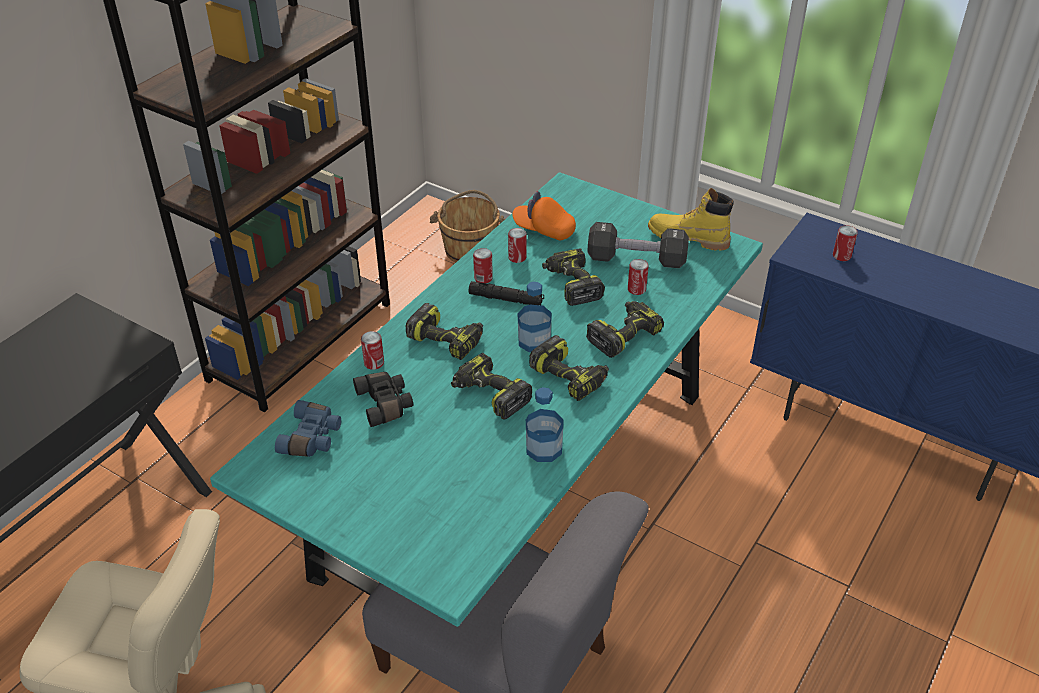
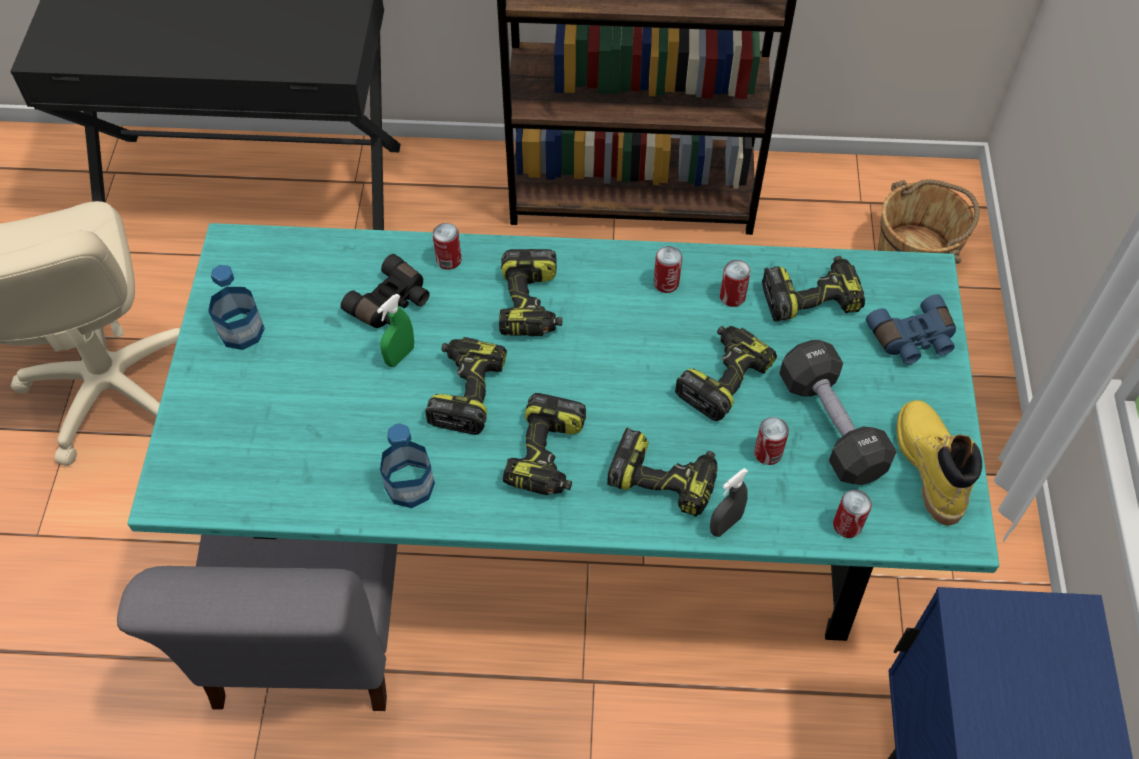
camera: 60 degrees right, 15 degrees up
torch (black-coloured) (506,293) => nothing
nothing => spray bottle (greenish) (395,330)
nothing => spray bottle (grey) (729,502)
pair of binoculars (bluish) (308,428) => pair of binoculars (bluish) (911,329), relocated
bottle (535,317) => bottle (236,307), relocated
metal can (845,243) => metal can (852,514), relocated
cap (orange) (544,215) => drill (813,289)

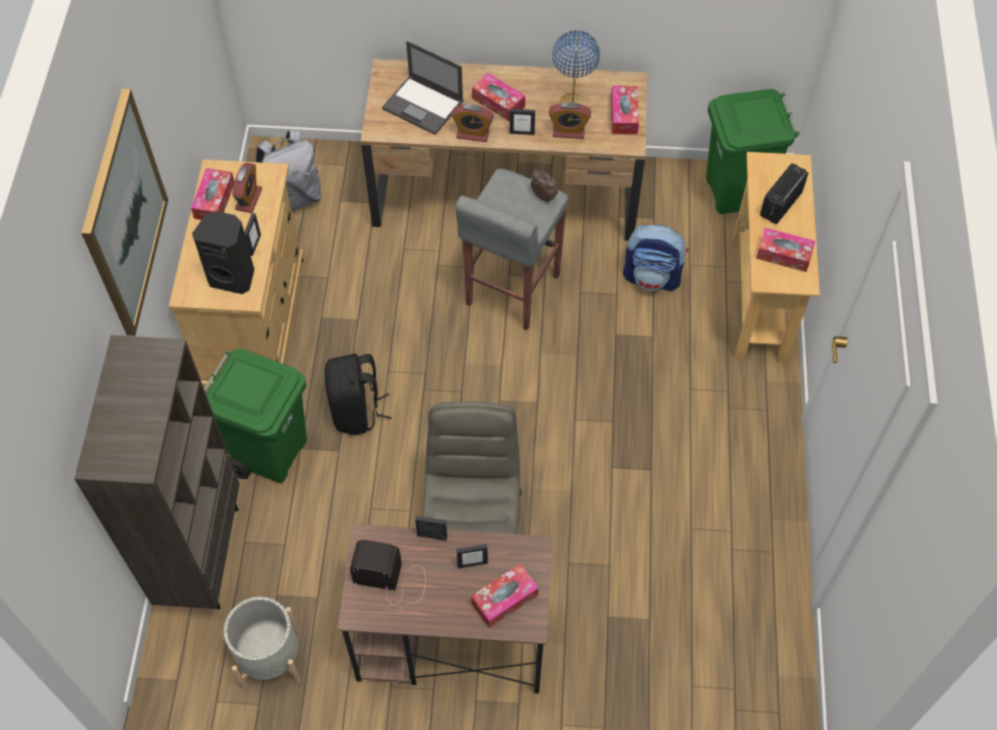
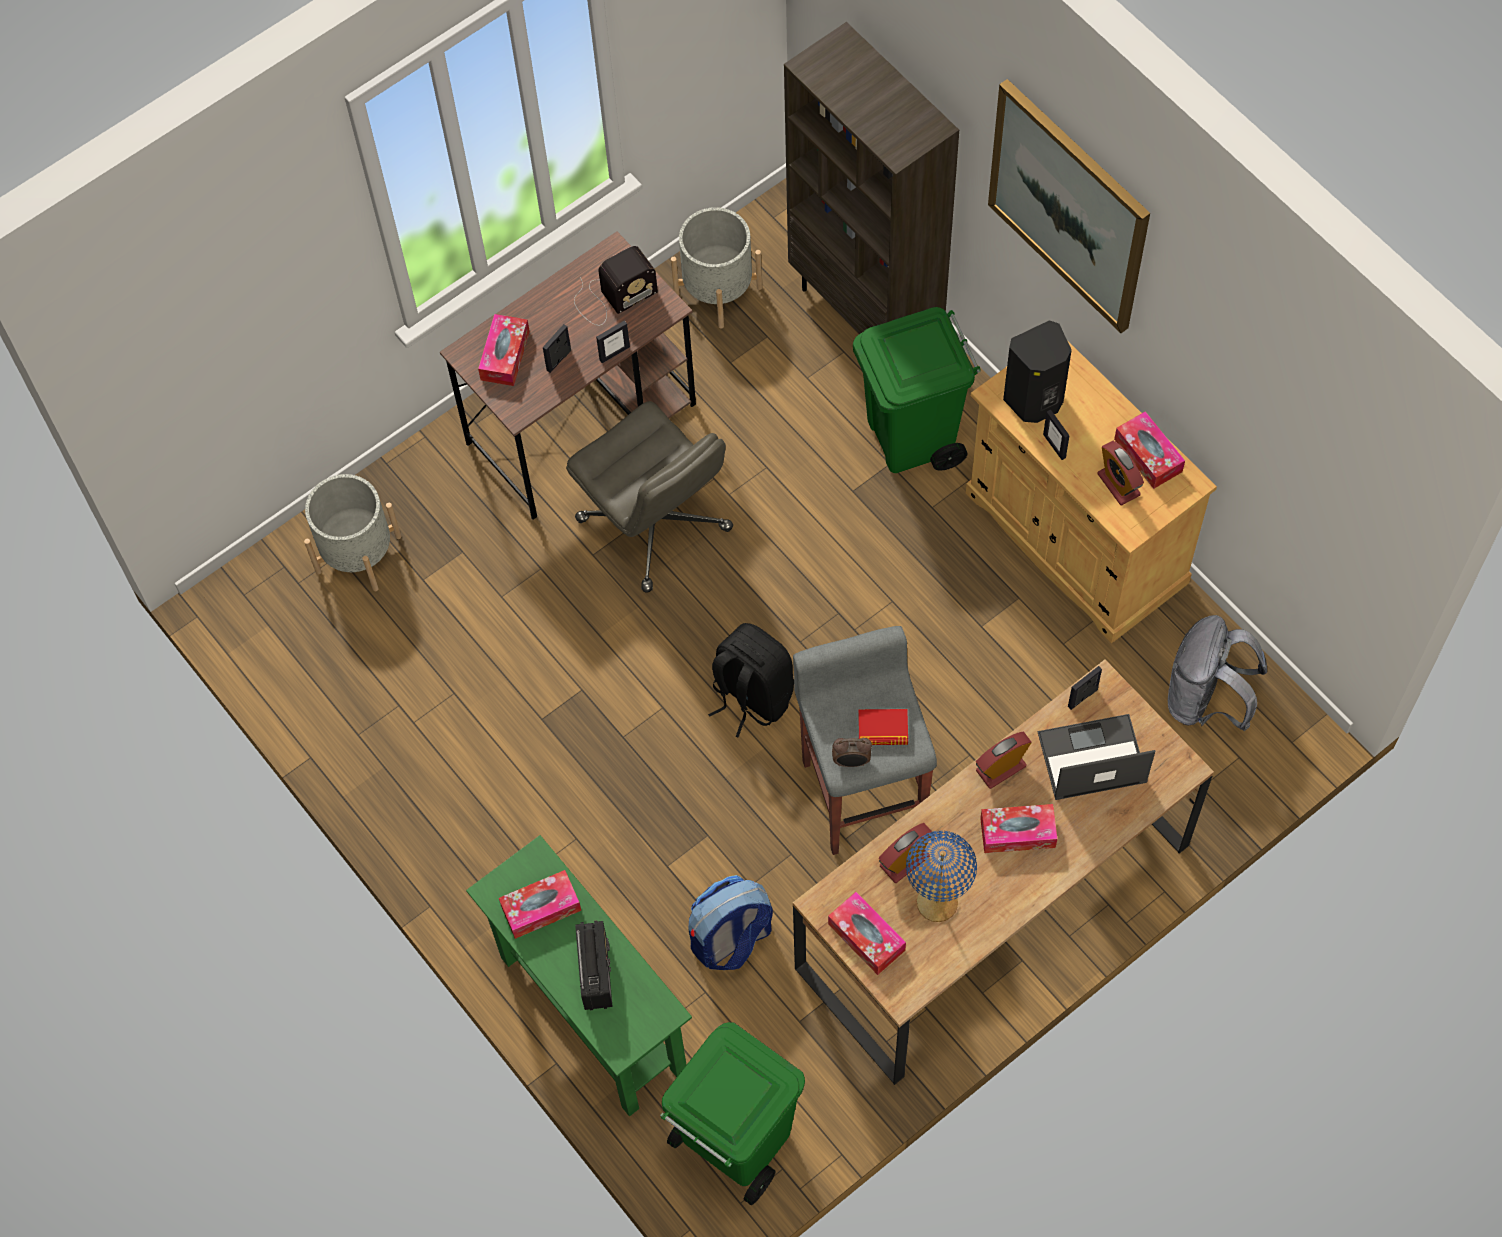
camera: 140 degrees right, 5 degrees up
nothing => planter (grey) (352,532)
nothing => bound book (883,727)
knapsack (black-coloured) (358,394) => knapsack (black-coloured) (751,680), relocated
standing frame (522,122) => standing frame (1085,688), relocated
narrow table (beige-coloured) (776,257) => narrow table (greenish) (579,975)

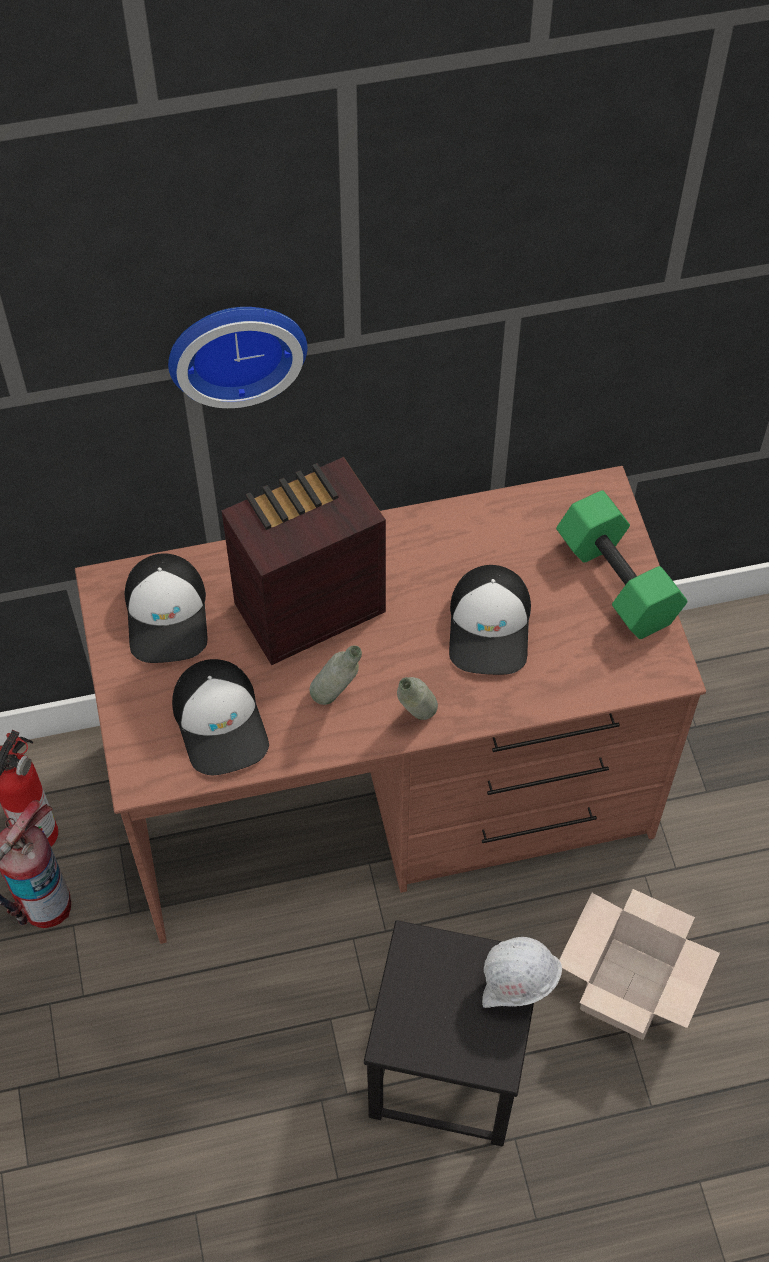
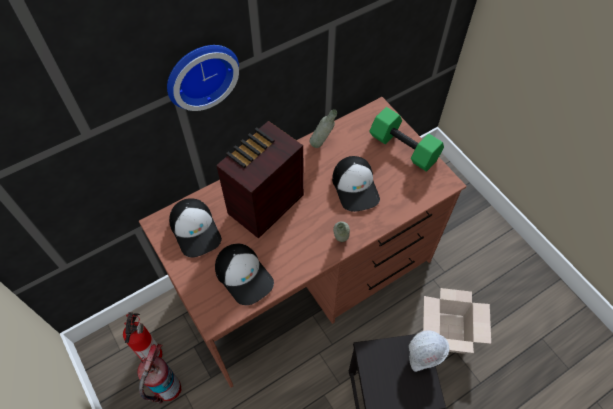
camera: 20 degrees left, 0 degrees up
bottle (grey) (336,675) => bottle (grey) (323,128), relocated

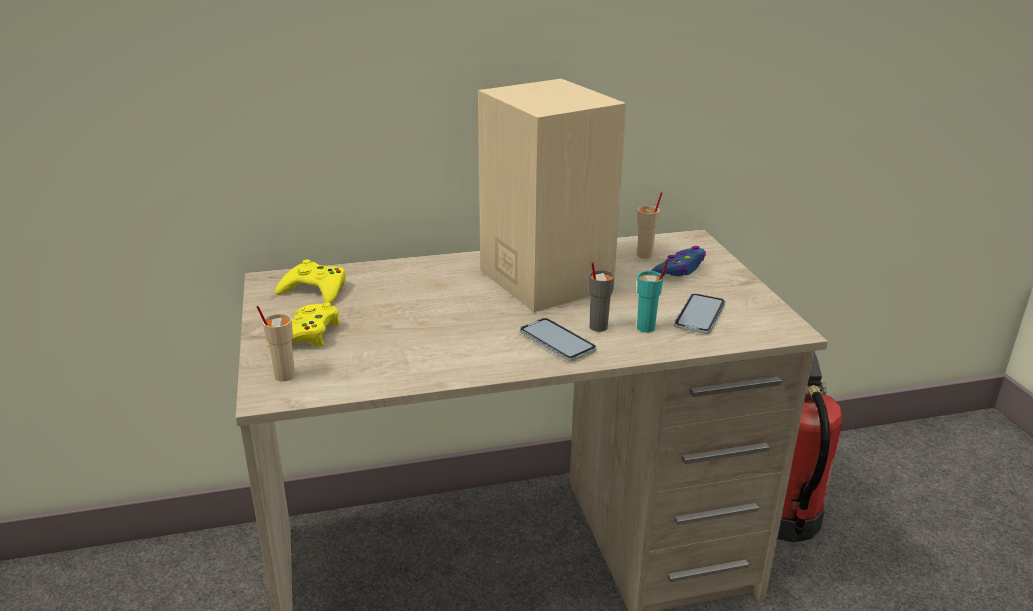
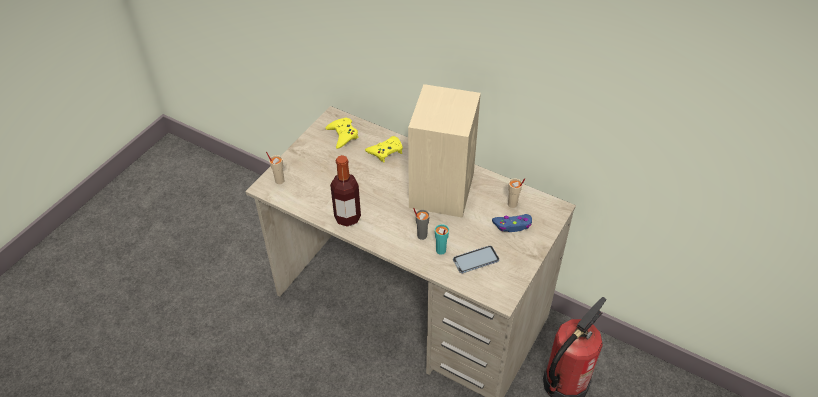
camera: 45 degrees right, 20 degrees up
handset (558,339) => nothing
nothing => bottle (345,191)
joypad (yellow) (304,324) => joypad (yellow) (384,149), relocated

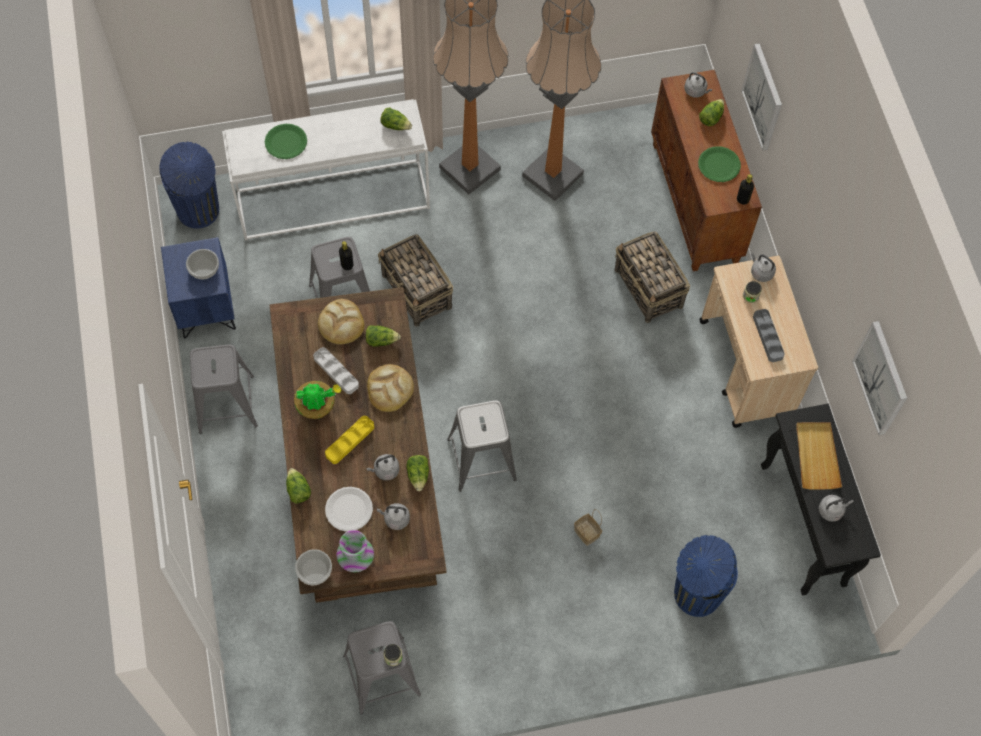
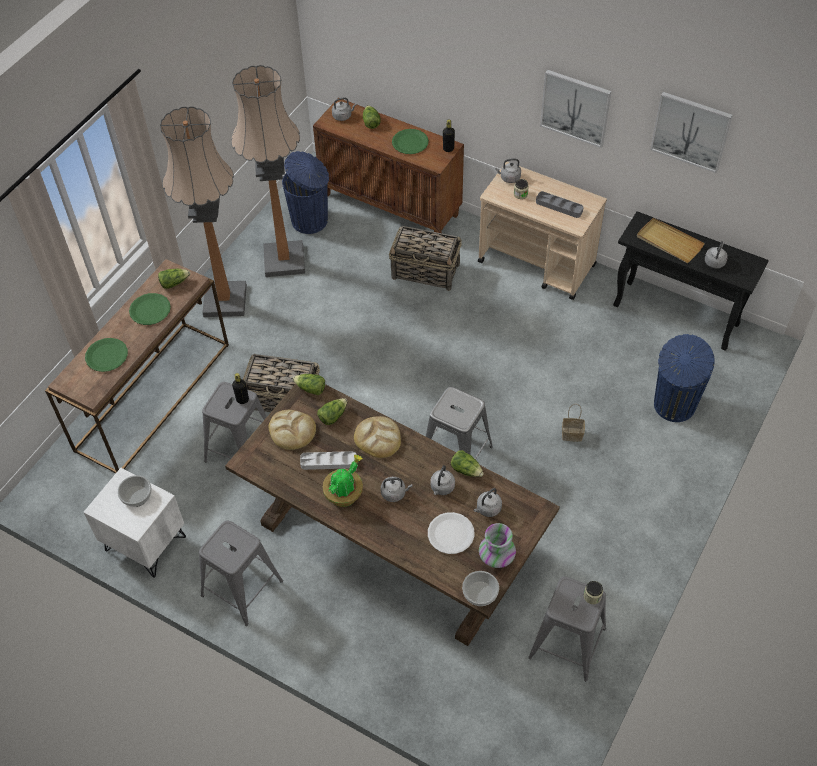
camera: 45 degrees left, 10 degrees down
nothing => flat dish (greenish) (150,309)
trash can (bluish) (189,185) => trash can (bluish) (305,192), relocated
lettuce head (298,485) => lettuce head (309,384), relocated
wall picture (761,97) => wall picture (576,109), relocated
tray (yellow) (349,440) => water kettle (grey) (397,489)
night table (bluish) (198,287) => night table (white-coloured) (135,523)
narrow table (white-coloured) (326,169) => narrow table (brown) (137,366)

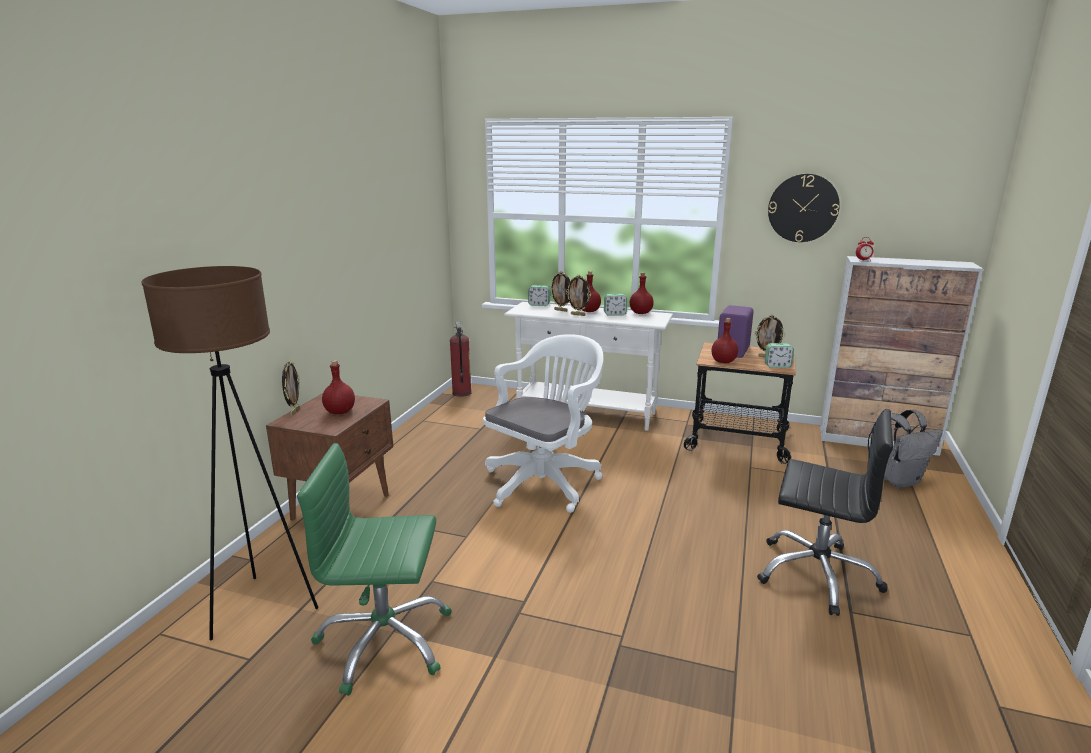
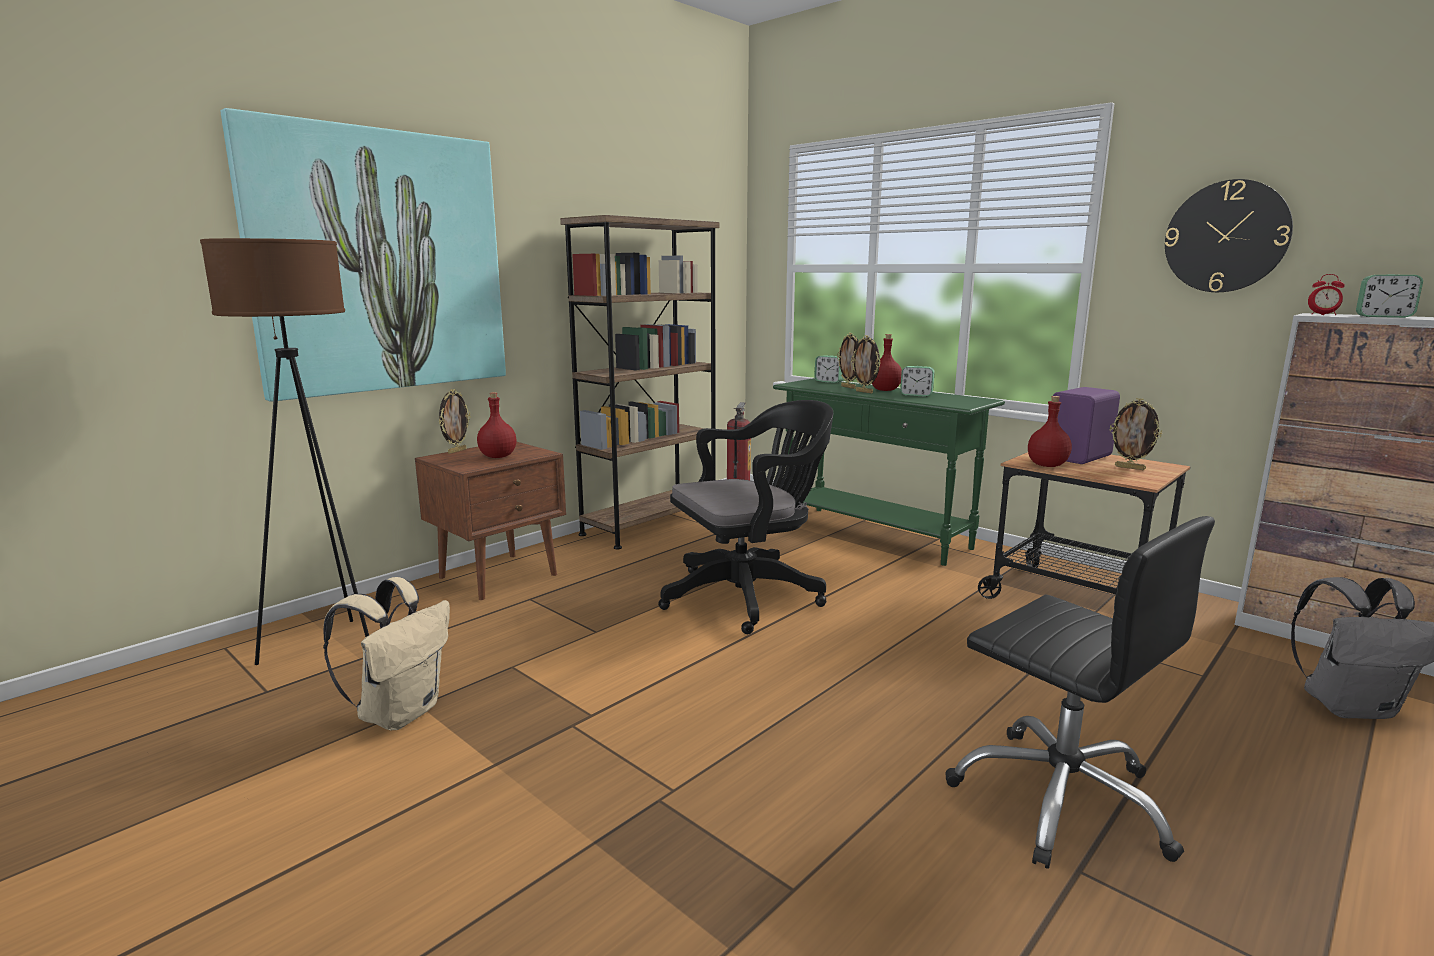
camera: 25 degrees right, 5 degrees down
bottle (red) (642,293) => nothing
nothing => wall picture (363,255)
nothing => shelving unit (brown) (639,382)
alarm clock (779,355) => alarm clock (1389,296), relocated
office chair (greenish) (374,569) => knapsack (beige-coloured) (386,653)
office chair (white-coloured) (543,423) => office chair (black-coloured) (745,517)
narrow table (white-coloured) (588,366) => narrow table (greenish) (889,472)

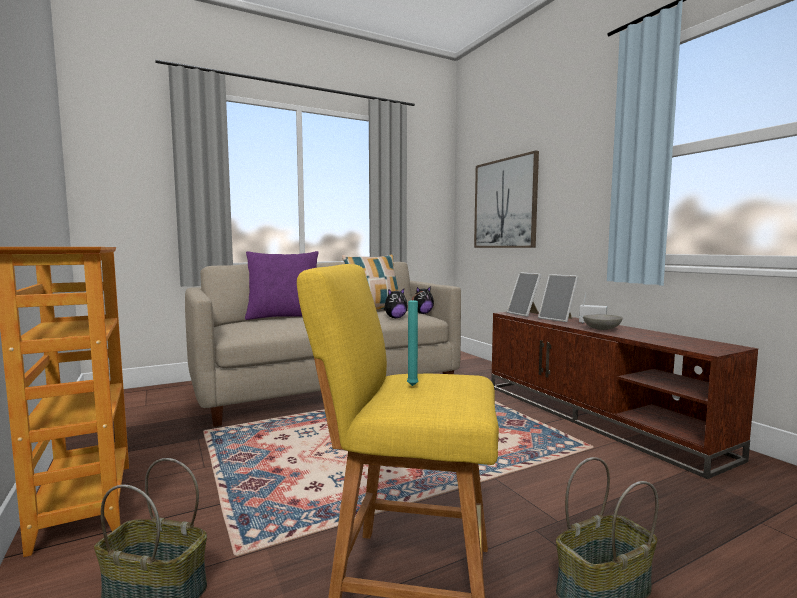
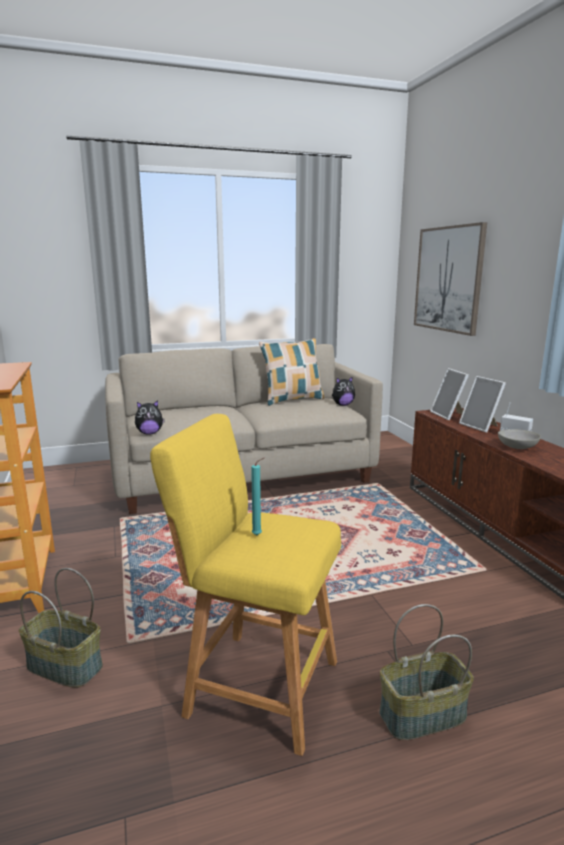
camera: 10 degrees right, 10 degrees up
throw pillow (purple) (282,285) => nothing
cuddly toy (396,303) => cuddly toy (150,417), relocated

